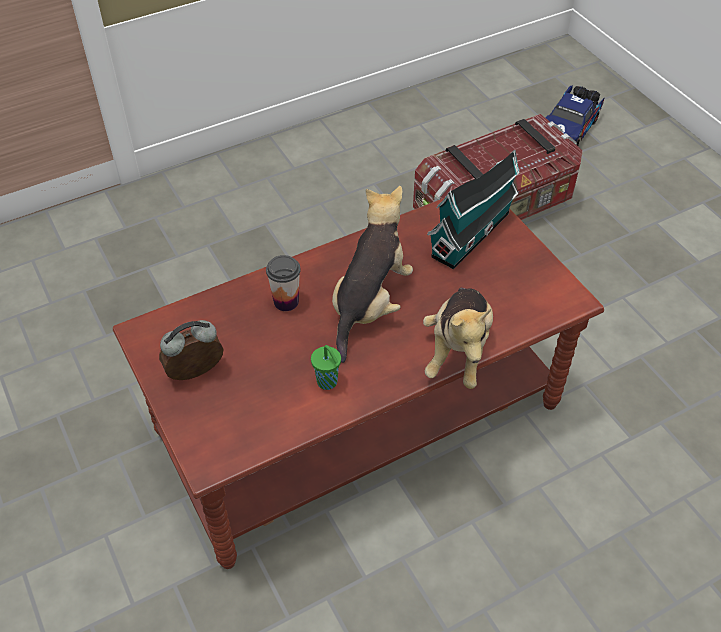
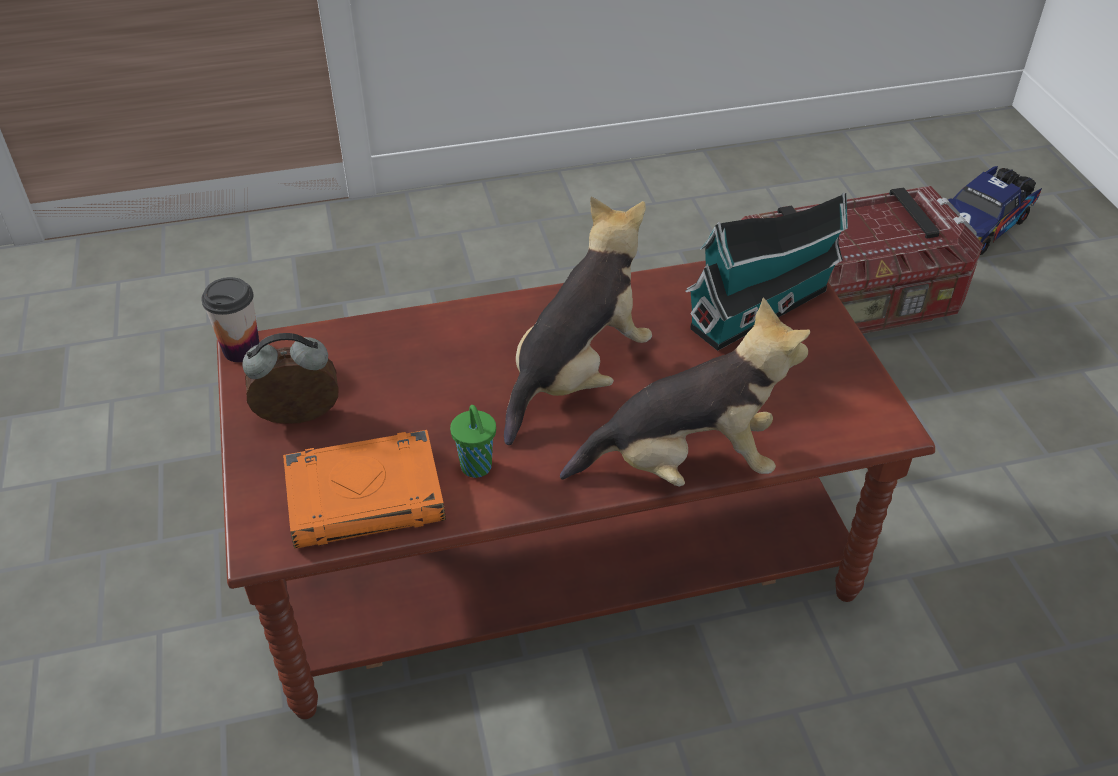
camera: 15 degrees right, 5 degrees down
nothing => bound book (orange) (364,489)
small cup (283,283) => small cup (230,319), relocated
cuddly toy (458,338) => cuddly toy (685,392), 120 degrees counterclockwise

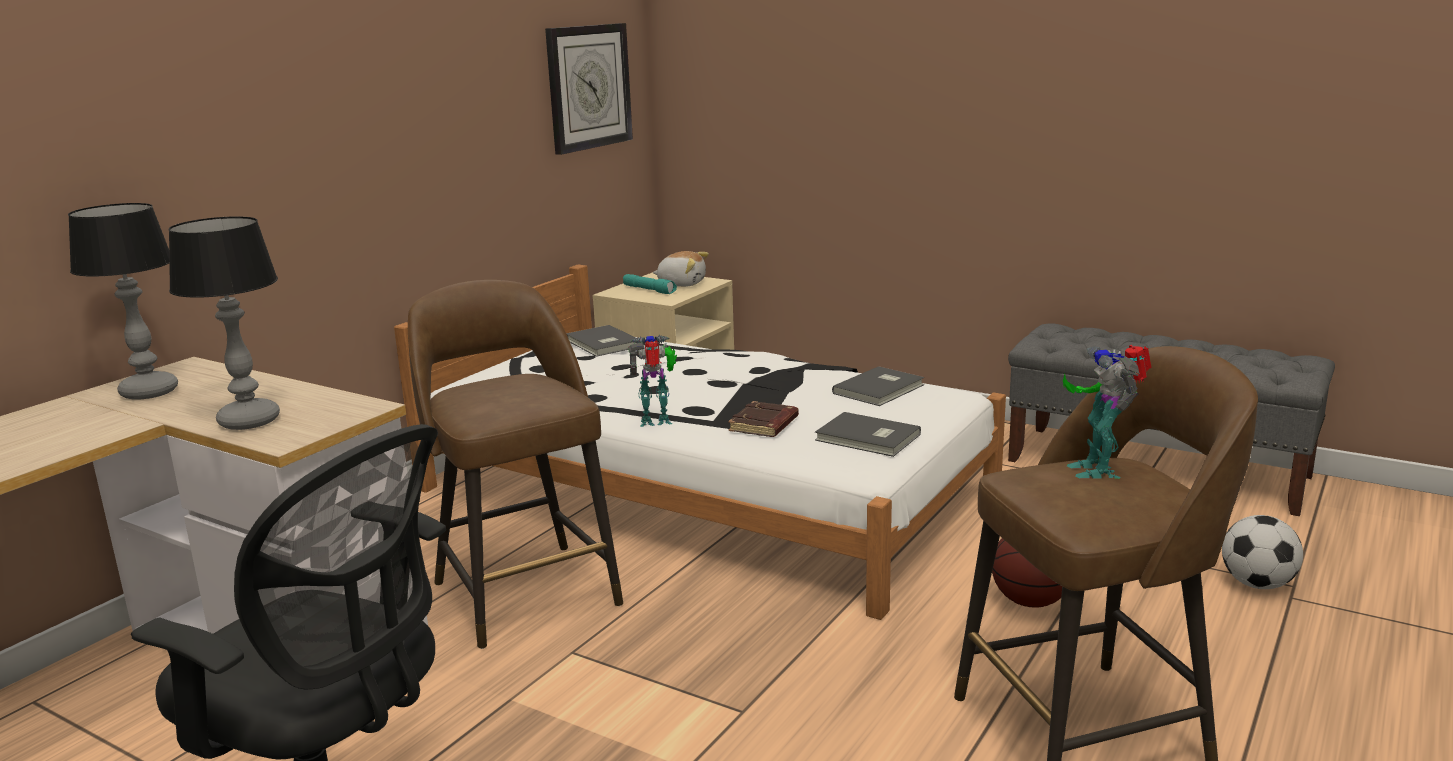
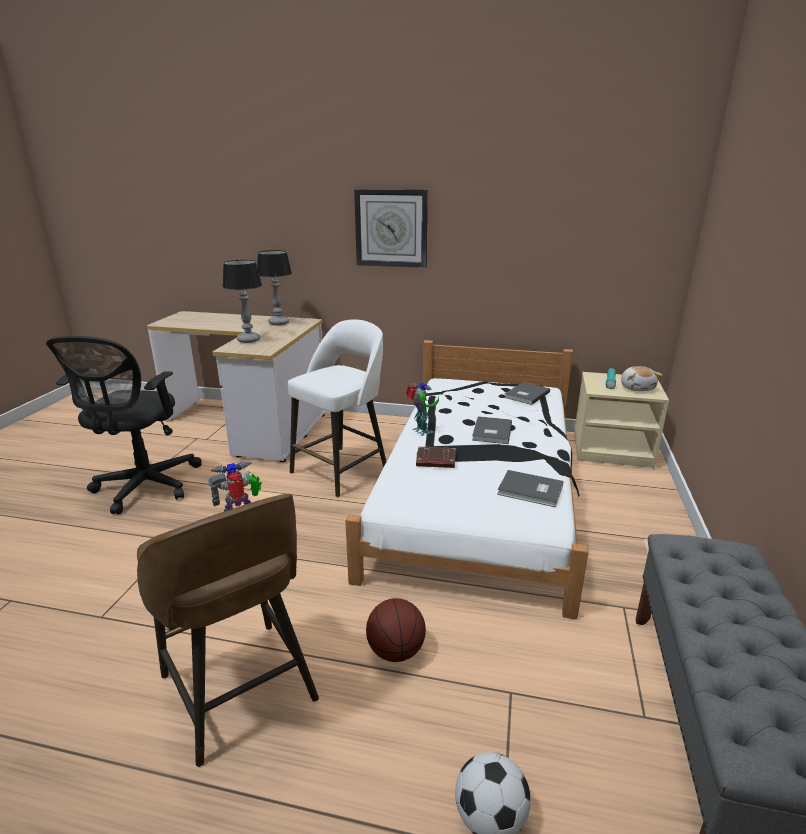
camera: 70 degrees right, 5 degrees up
clock on the wall (589,89) => clock on the wall (391,228), relocated
bound book (grey) (868,434) => bound book (grey) (492,430), relocated
stool seat (brown) (515,464) => stool seat (white-coloured) (337,408)

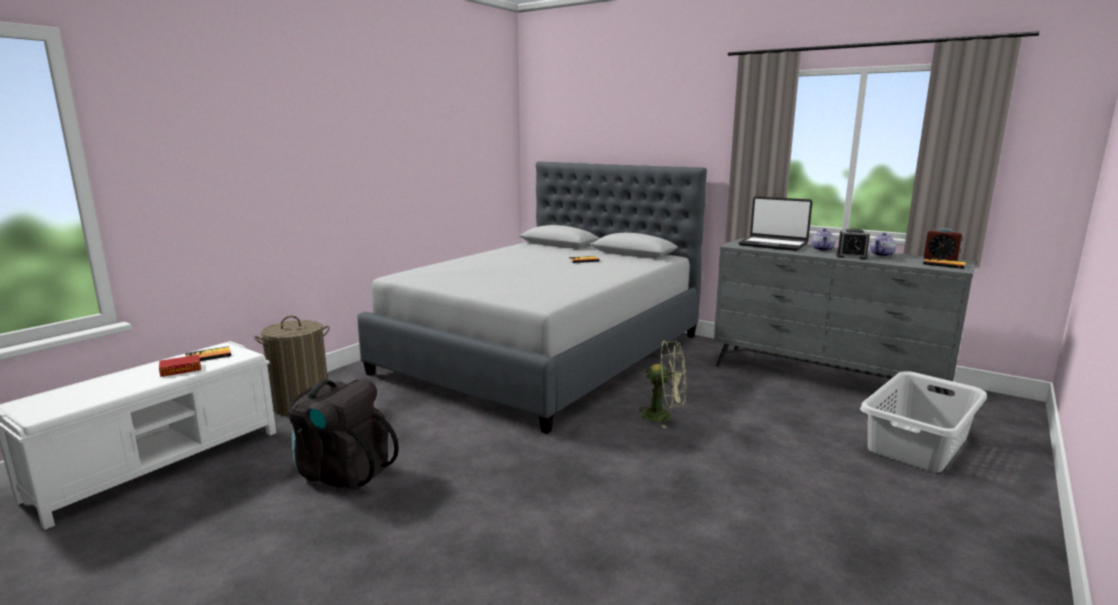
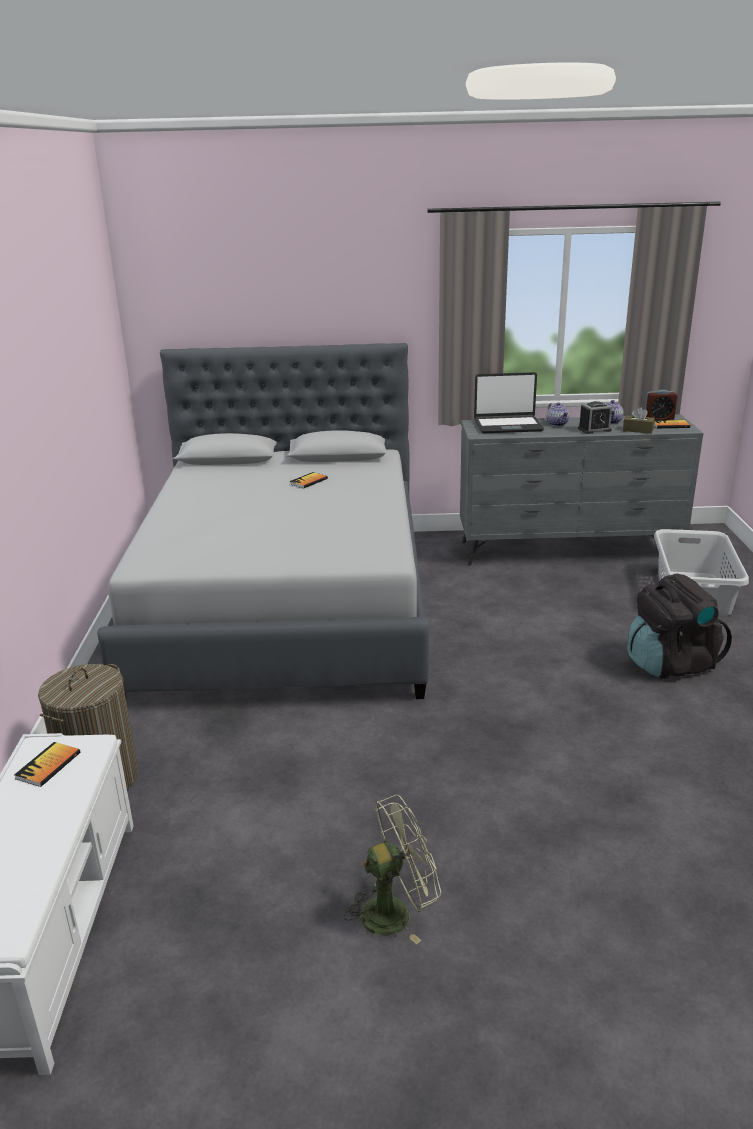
camera: 35 degrees left, 10 degrees up
bound book (180,366) => nothing
nothing => box of tissues (brown) (639,420)
knapsack (black-coloured) (344,434) => knapsack (black-coloured) (679,626), relocated
fan (greenish) (660,384) => fan (greenish) (392,869), relocated

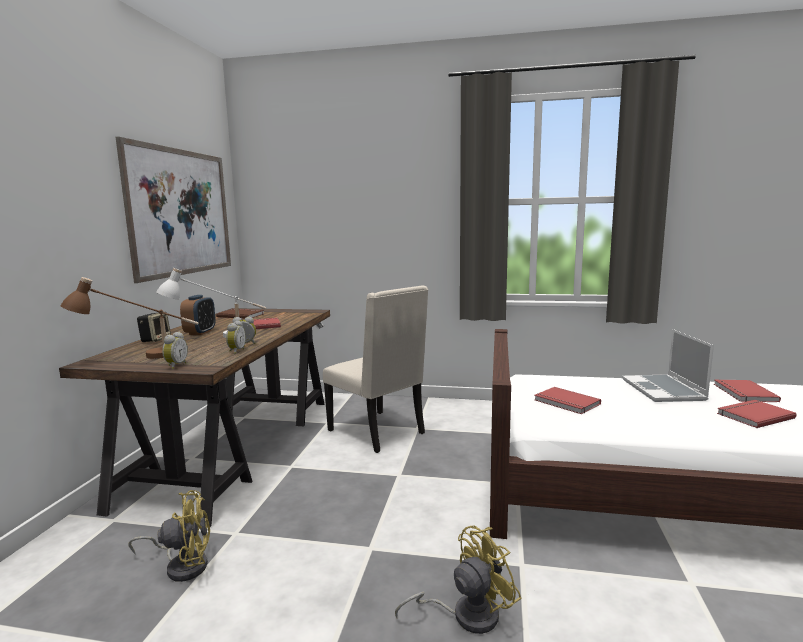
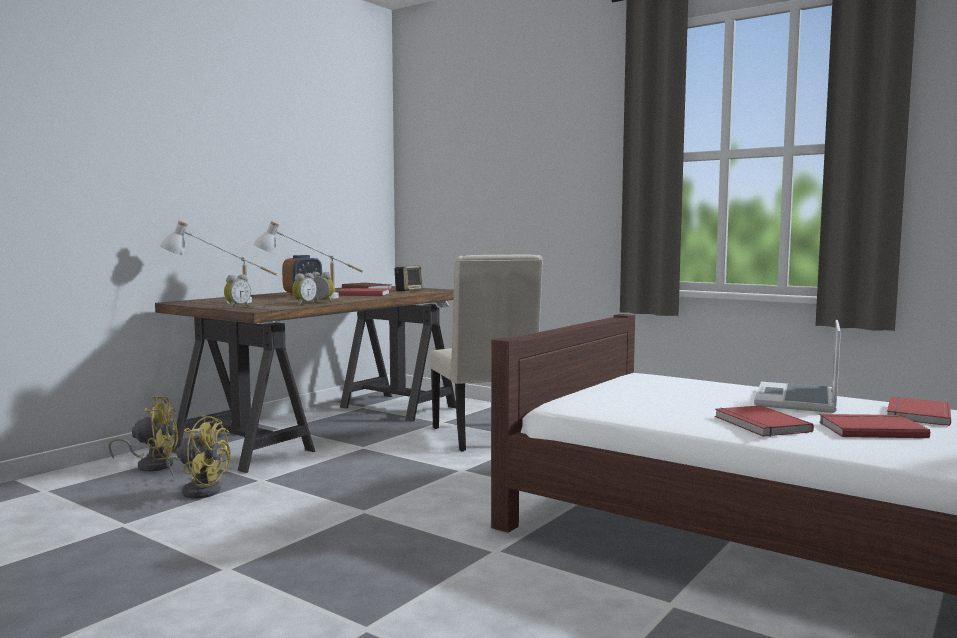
camera: 25 degrees right, 5 degrees down
wall picture (173,210) => nothing
speaker (154,327) => speaker (408,278), relocated
fan (yellow) (458,580) => fan (yellow) (143,434), relocated
bound book (red) (567,400) => bound book (red) (764,421), relocated
table lamp (brown) (130,318) => table lamp (white-coloured) (218,262)

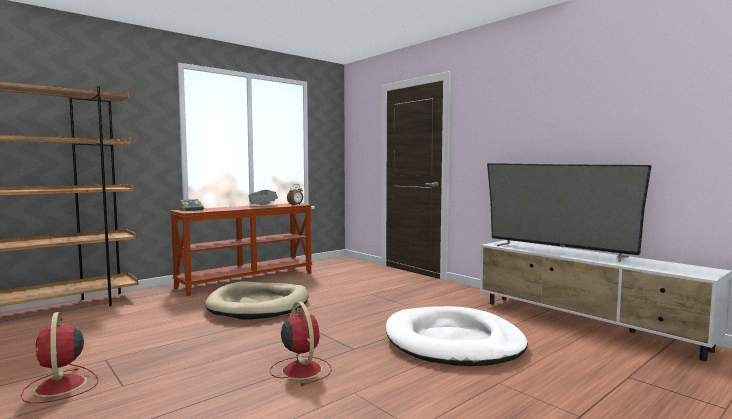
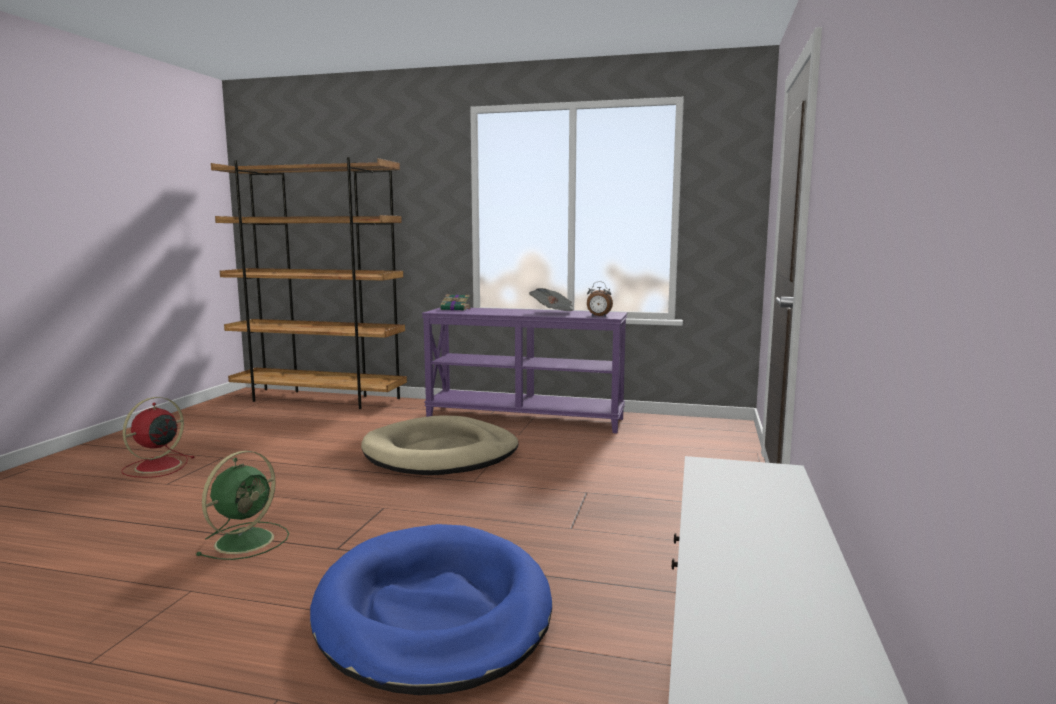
camera: 55 degrees right, 5 degrees up
TV (569,212) => nothing
narrow table (brown) (241,249) => narrow table (purple) (524,370)
fan (red) (301,344) => fan (greenish) (242,505)
dog cushion (white-coloured) (457,336) => dog cushion (bluish) (431,609)

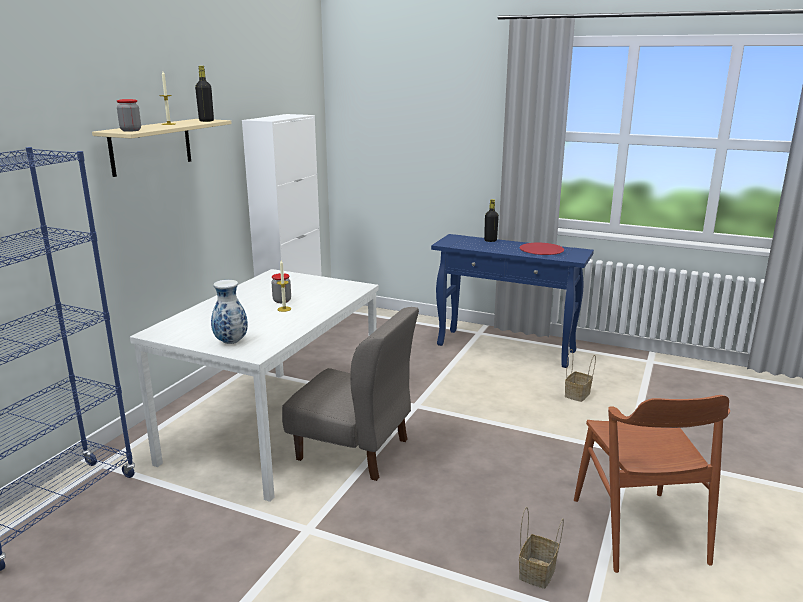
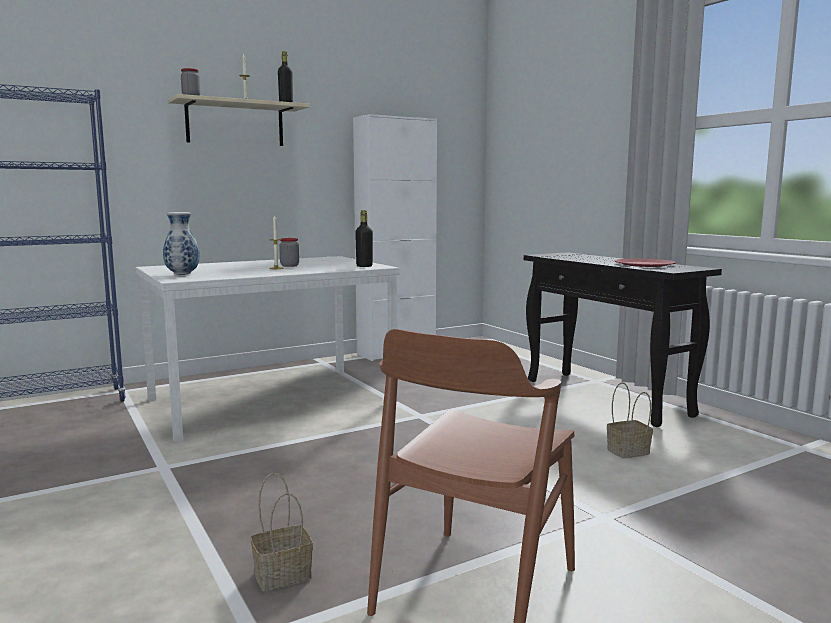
camera: 35 degrees right, 10 degrees down
chair (grey) (350,394) => nothing
bottle (black-coloured) (491,220) => bottle (black-coloured) (364,238), relocated
narrow table (bluish) (512,301) => narrow table (black-coloured) (623,339)

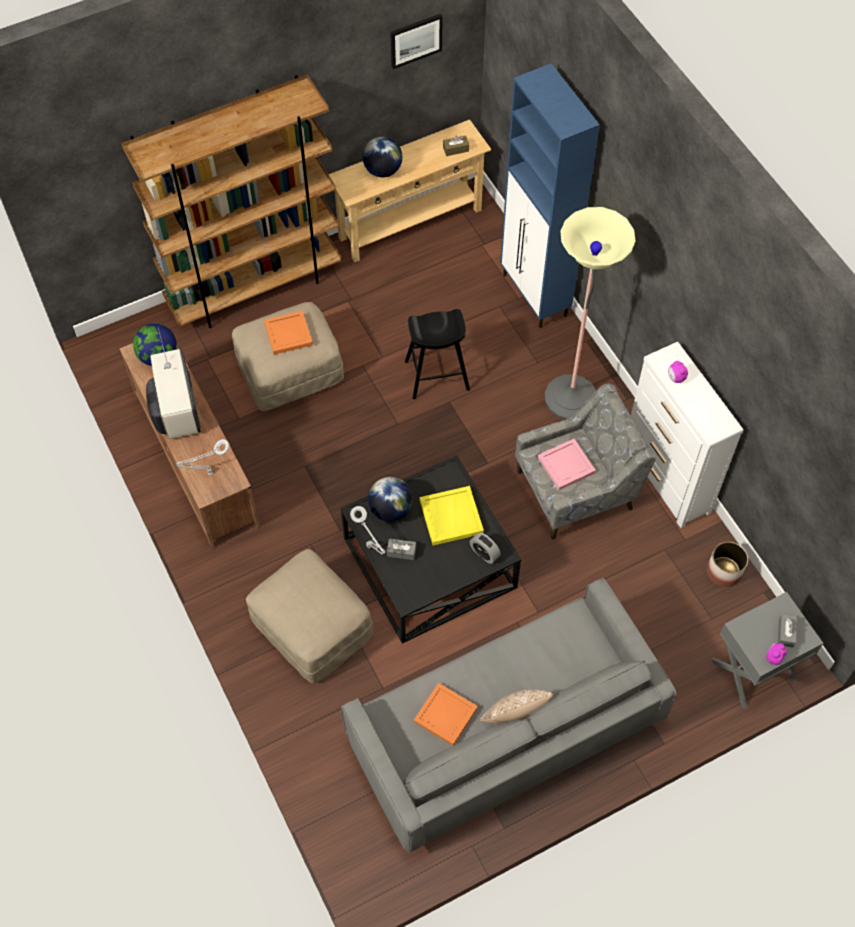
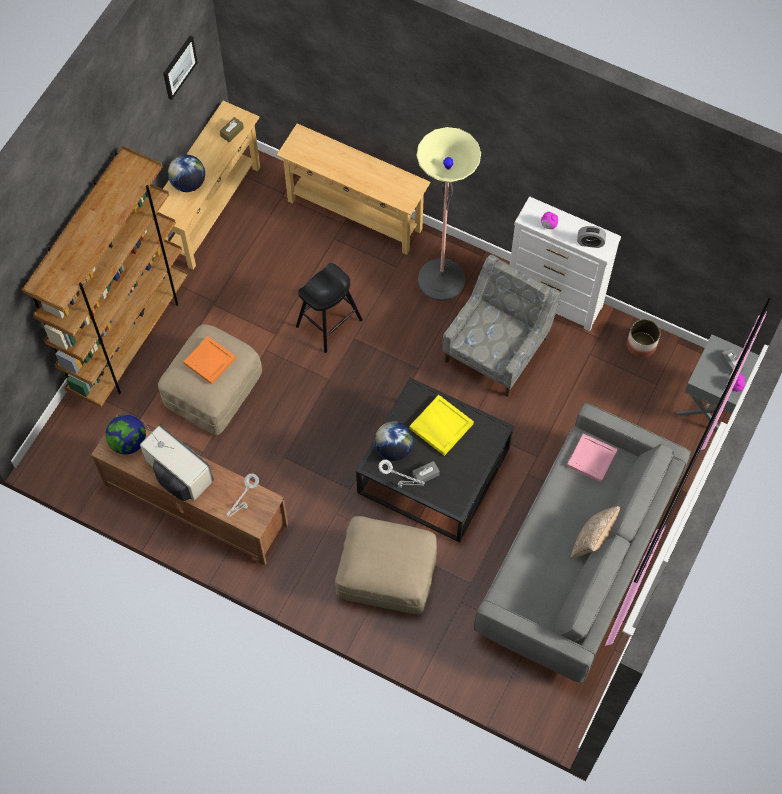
camera: 35 degrees left, 5 degrees up
tray (orange) (446,714) => nothing
alarm clock (485,548) => alarm clock (591,237), relocated
tray (pinkish) (567,464) => tray (pinkish) (592,457), relocated
storage cabinet (bluish) (550,196) => narrow table (beige-coloured) (353,189)

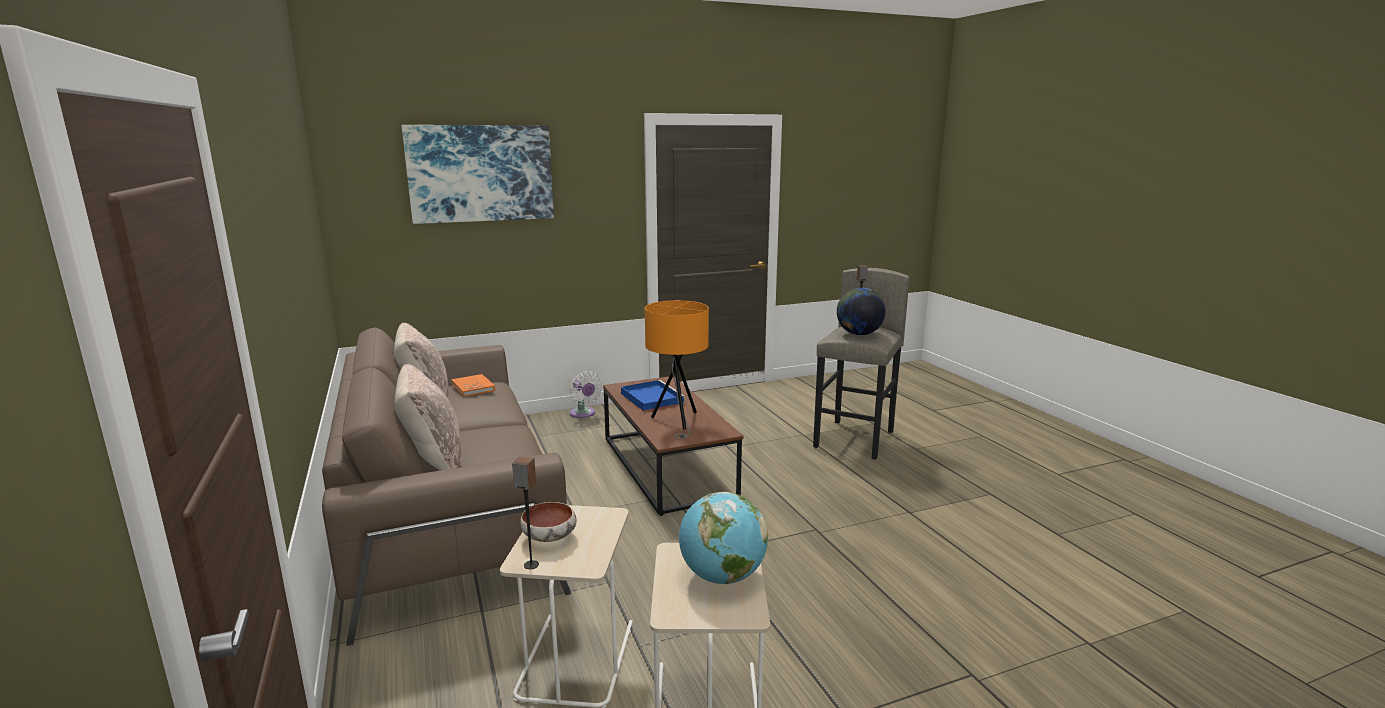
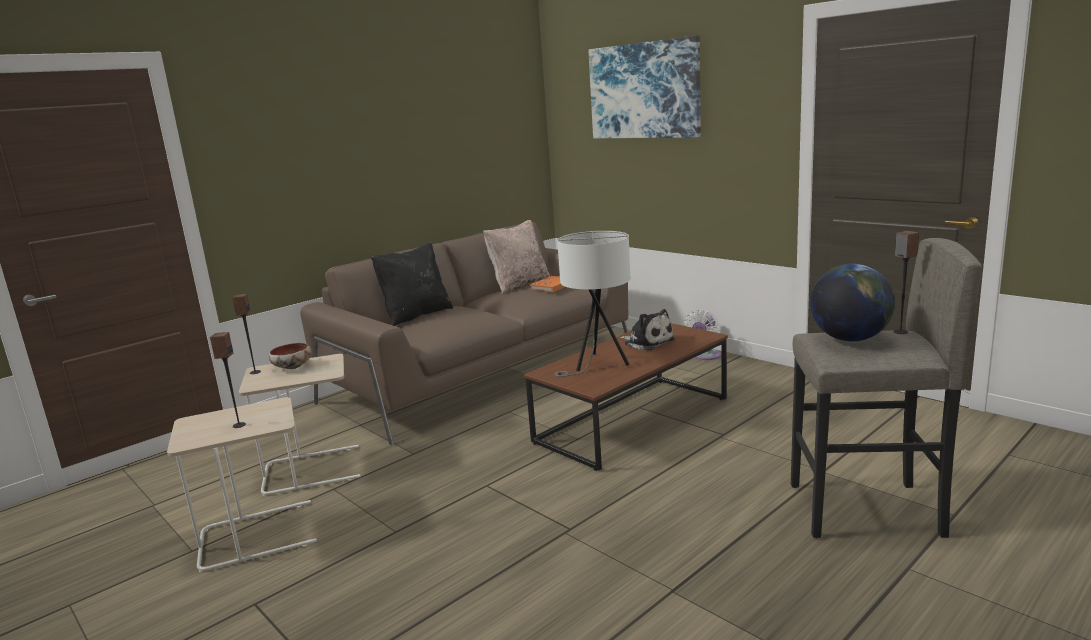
camera: 70 degrees right, 0 degrees up
tray (bluish) (653,395) => cuddly toy (647,329)
globe (723,538) => speaker (228,380)
throw pillow (beige-coloured) (427,417) => throw pillow (black-coloured) (412,284)
table lamp (orange) (677,369) => table lamp (white-coloured) (592,304)

